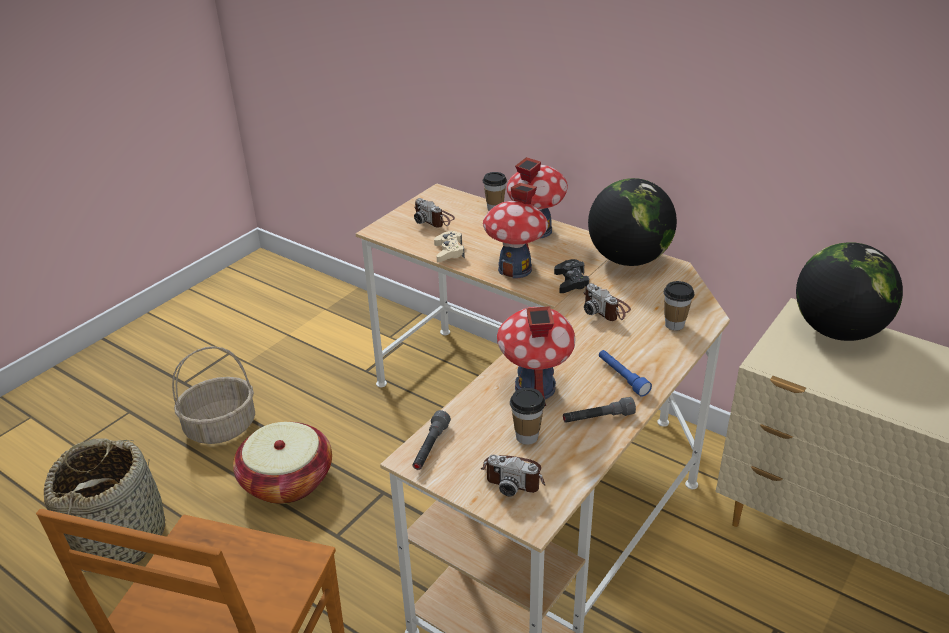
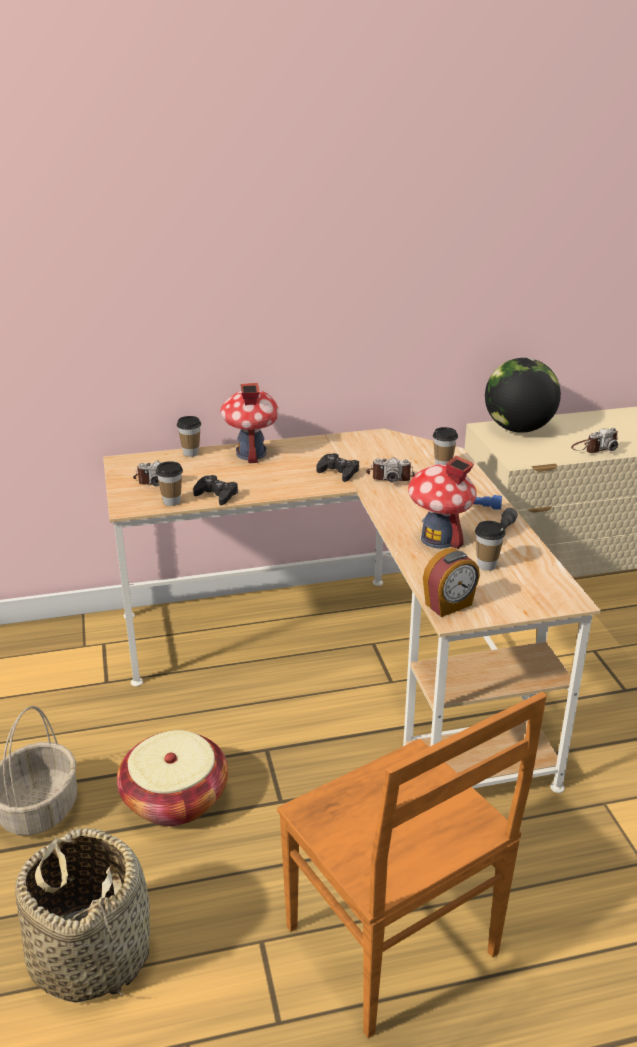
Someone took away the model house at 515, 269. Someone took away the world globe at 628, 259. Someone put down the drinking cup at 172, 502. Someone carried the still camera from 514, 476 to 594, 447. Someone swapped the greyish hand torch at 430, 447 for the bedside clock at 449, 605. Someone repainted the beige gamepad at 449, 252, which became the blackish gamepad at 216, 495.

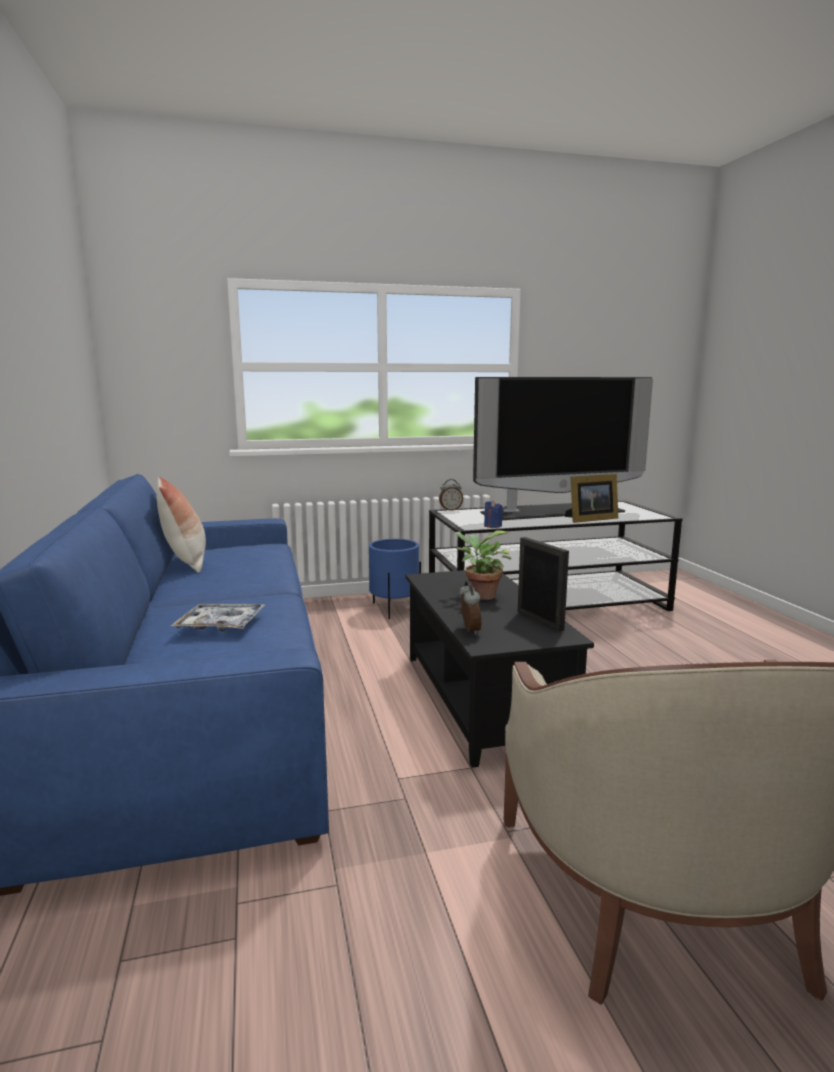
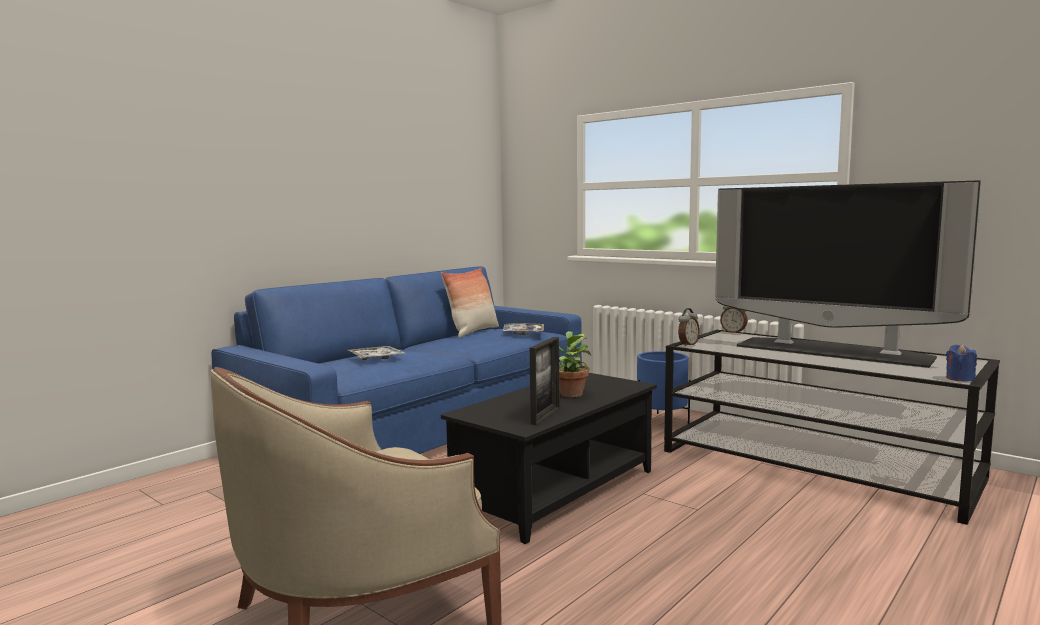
Someone took away the photo frame at 589, 519. Someone put down the carrying tray at 523, 333. Someone carried the bedside clock from 469, 630 to 687, 345. Someone carried the blue-coloured wax light from 492, 526 to 959, 378.

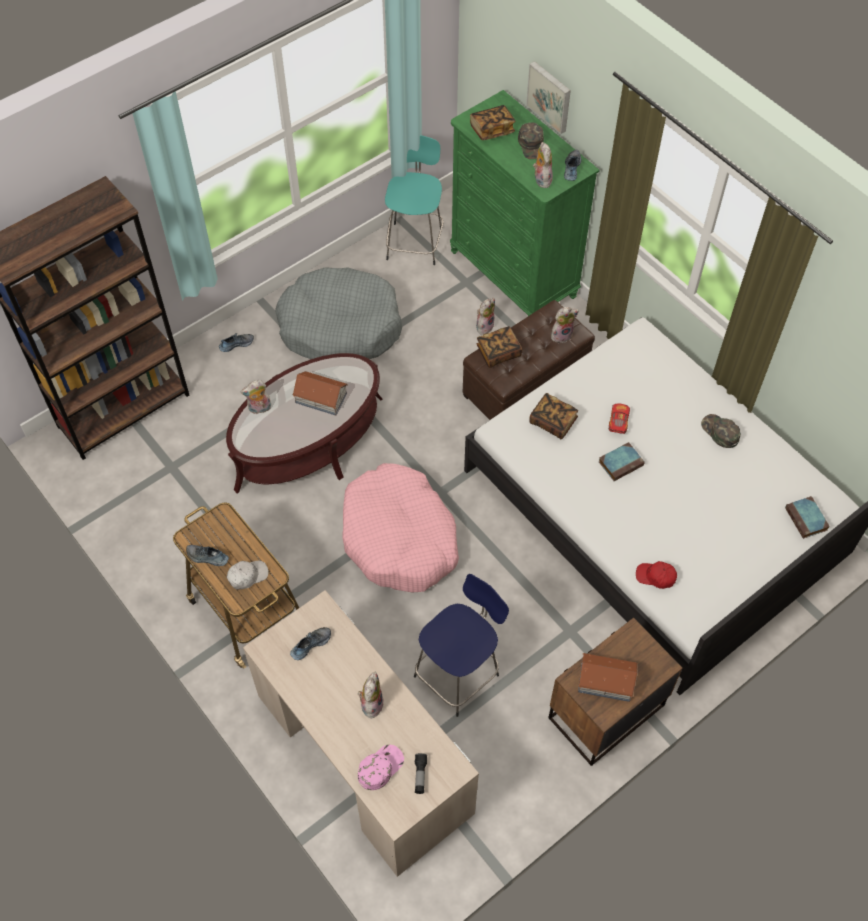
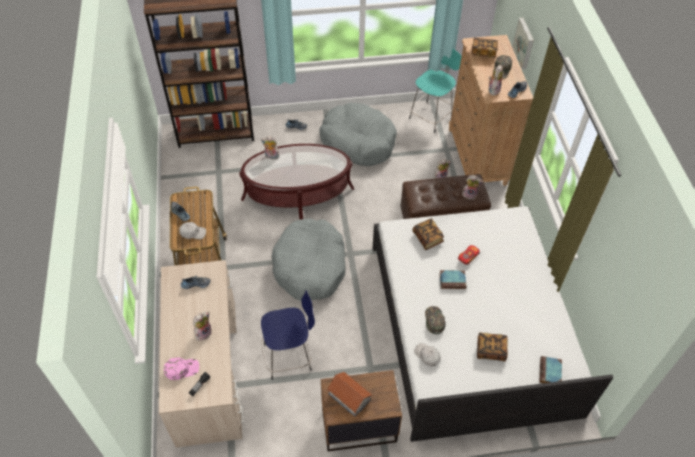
Someone took away the model house at 320, 397. Someone carried the volume from 498, 353 to 490, 350. Someone carried the green peaked cap from 719, 432 to 434, 320. Someone repainted the pink dog cushion at 399, 537, which became the greyish dog cushion at 310, 266. Someone repainted the green chest of drawers at 513, 274, which became the brownish chest of drawers at 477, 157. Someone repainted the reddish peaked cap at 656, 577, which became the whitish peaked cap at 427, 356.

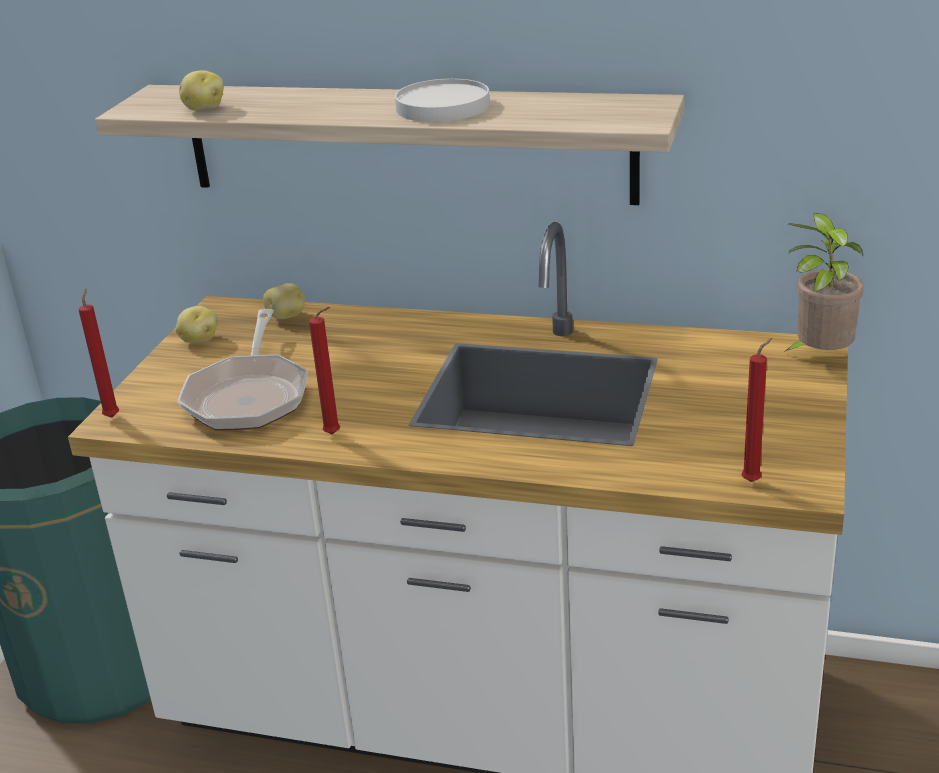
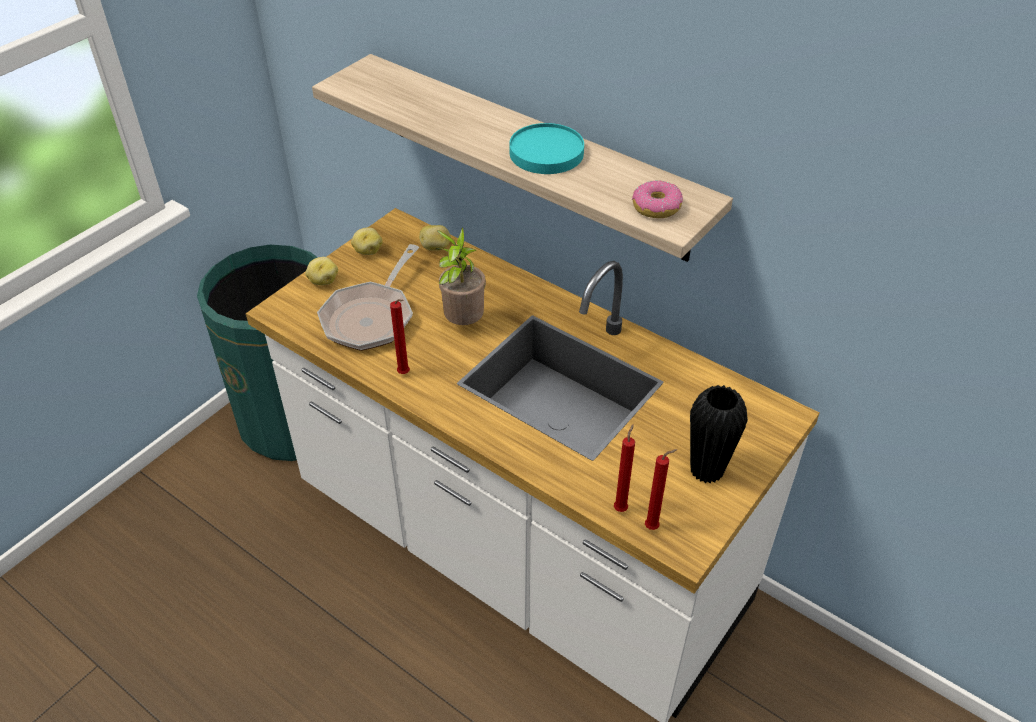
Someone put down the doughnut at 656, 207. Someone put down the blackish decorative vase at 706, 470. Someone carried the reddish wax light from 112, 416 to 621, 507. Someone carried the whole potato from 203, 108 to 323, 281. Someone carried the potted plant from 819, 357 to 462, 323. Someone repainted the whitish plate at 443, 107, which became the turquoise plate at 546, 153.

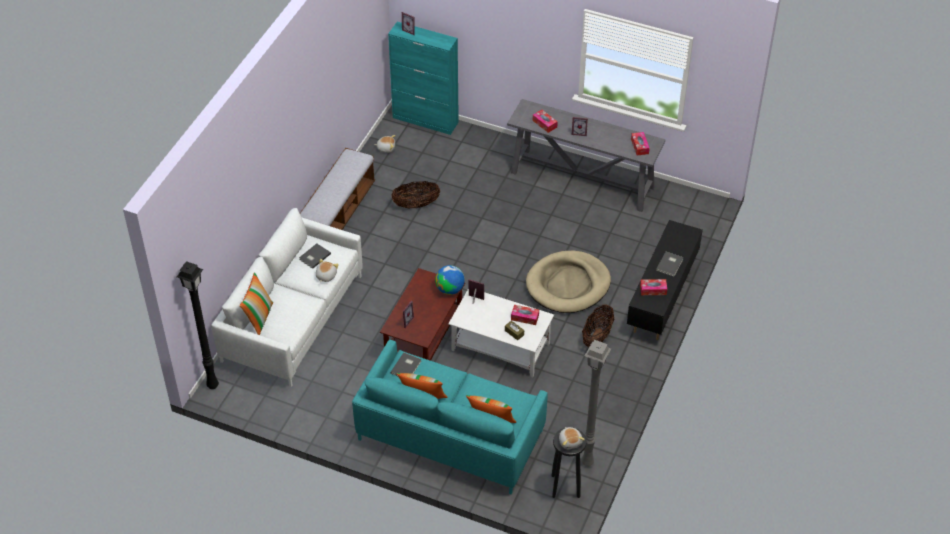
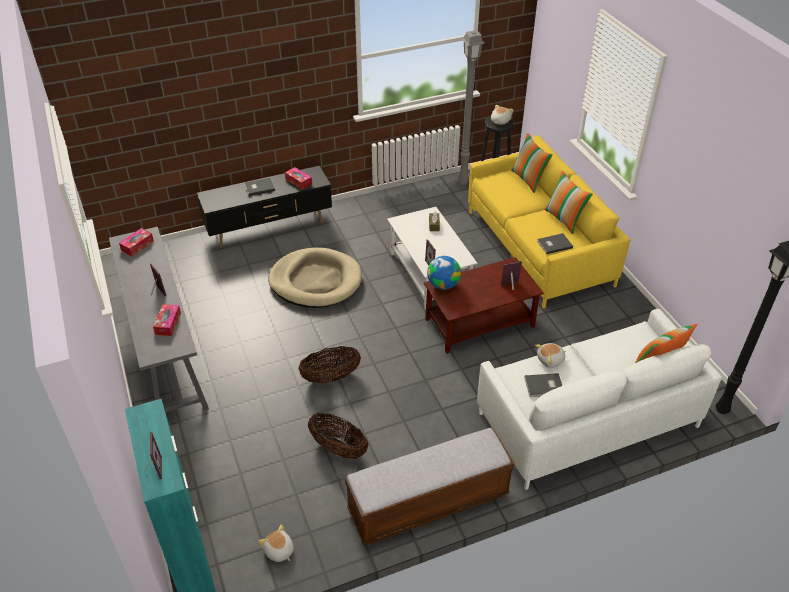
Someone took away the tissue box at 525, 317. Someone carried the household basket from 597, 336 to 331, 377. Someone repainted the turquoise settee at 450, 435, which became the yellow settee at 538, 248.

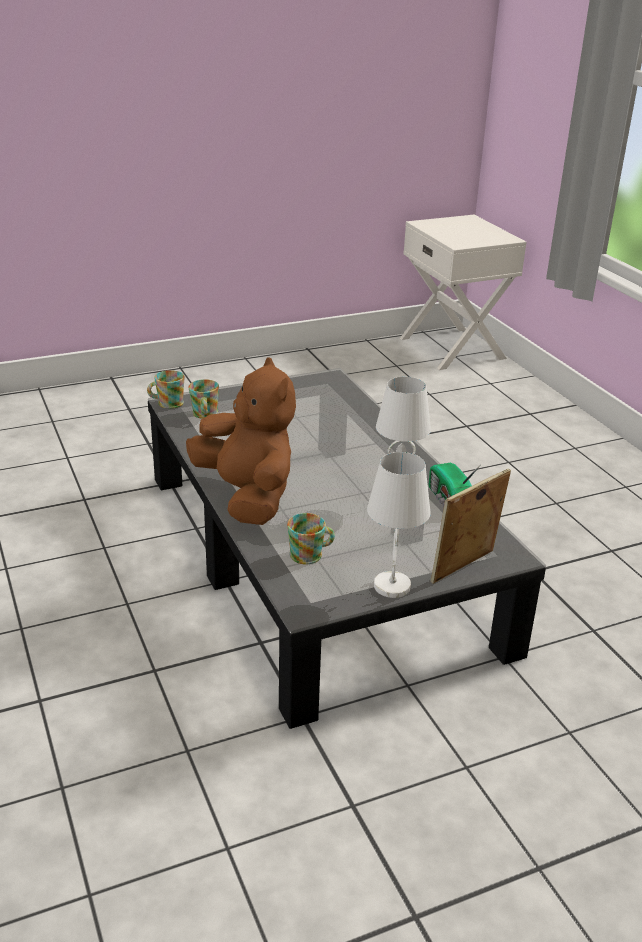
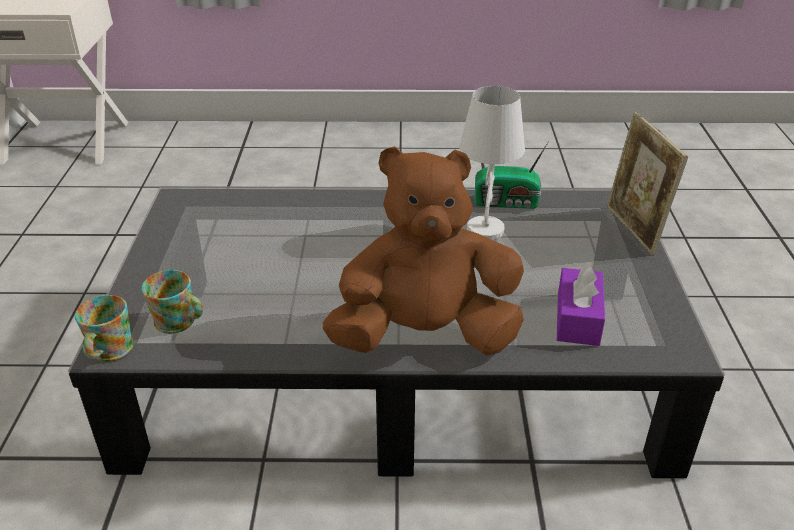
Someone took away the whitish tabletop lamp at 391, 585. Someone swapped the tea mug at 310, 555 for the purple tissue box at 577, 318.

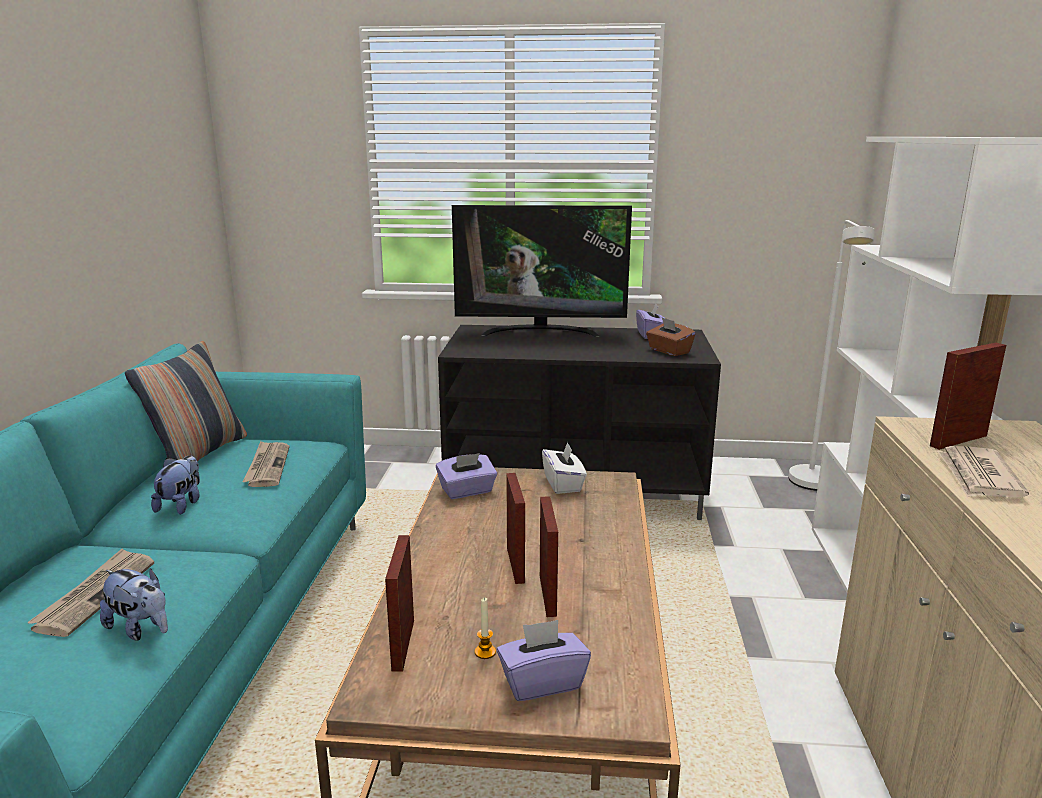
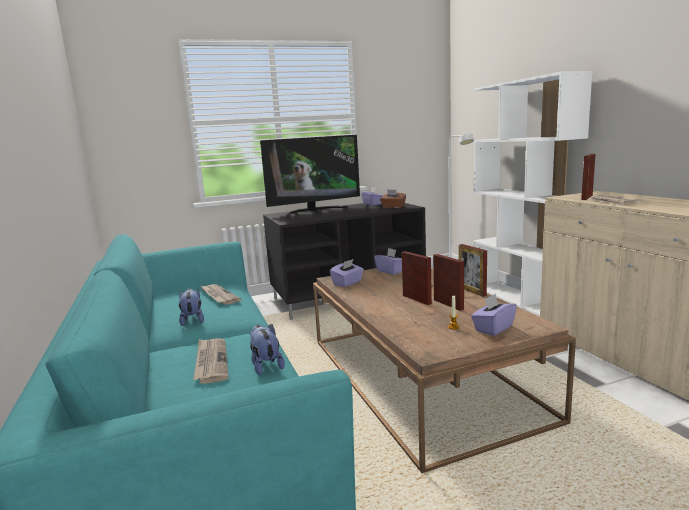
Someone took away the pillow at 199, 455. Someone carried the photo frame from 403, 645 to 472, 291. Someone repainted the whitish tissue box at 563, 484, which became the purple tissue box at 390, 271. Someone rotated the soft toy at 141, 629 by 120 degrees counterclockwise.

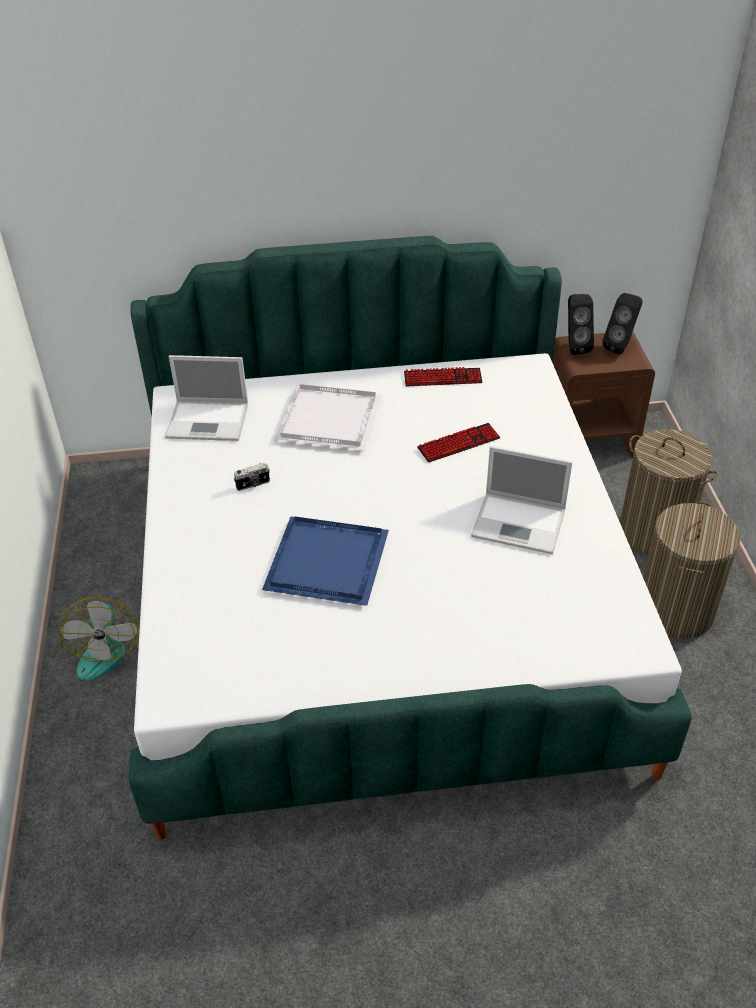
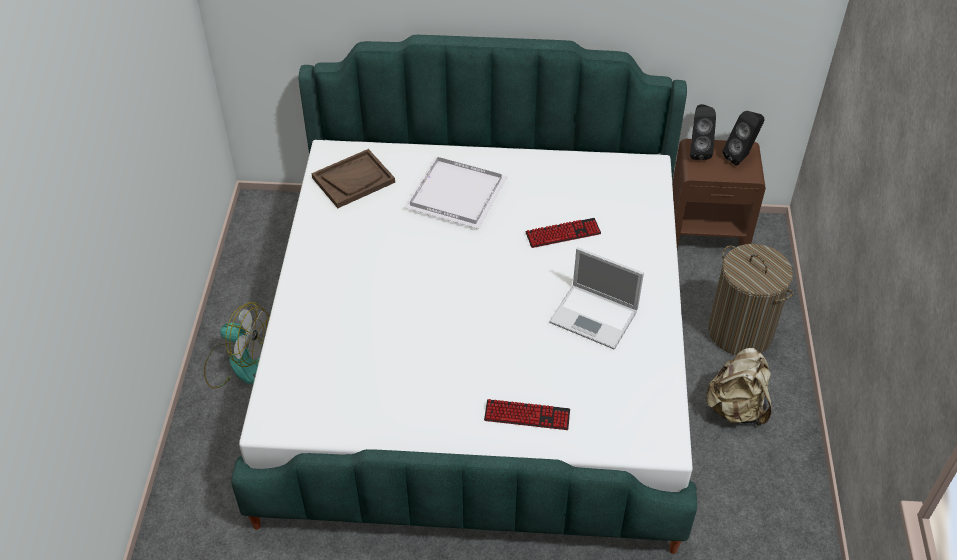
Someone took away the still camera at 253, 485. Someone took away the blue-coloured carrying tray at 329, 561. Someone carried the computer keyboard from 442, 378 to 527, 415. Someone swapped the notebook computer at 209, 421 for the brownish carrying tray at 353, 180. Someone swapped the hamper at 675, 610 for the beige backpack at 736, 408. Someone rotated the electric fan at 103, 649 by 75 degrees counterclockwise.

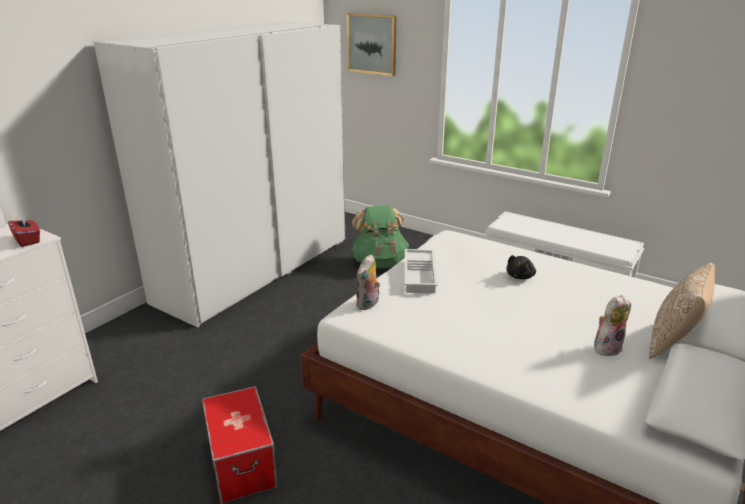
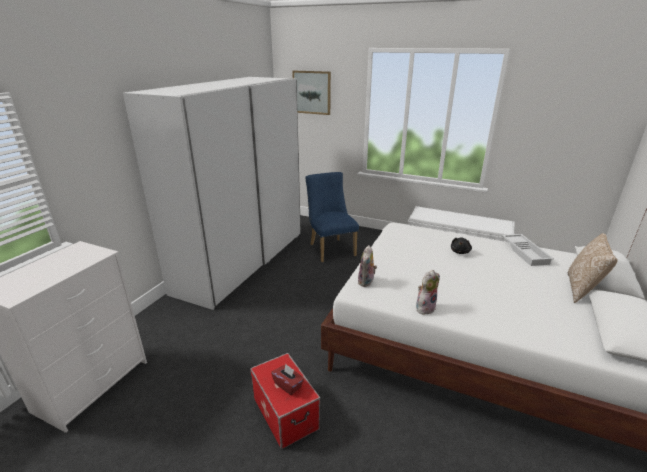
Someone carried the reddish tissue box from 28, 240 to 288, 385. Someone carried the whitish carrying tray from 421, 275 to 525, 252. Someone carried the soft toy from 606, 347 to 425, 307. Someone swapped the green backpack at 380, 262 for the blue-coloured chair at 330, 248.

